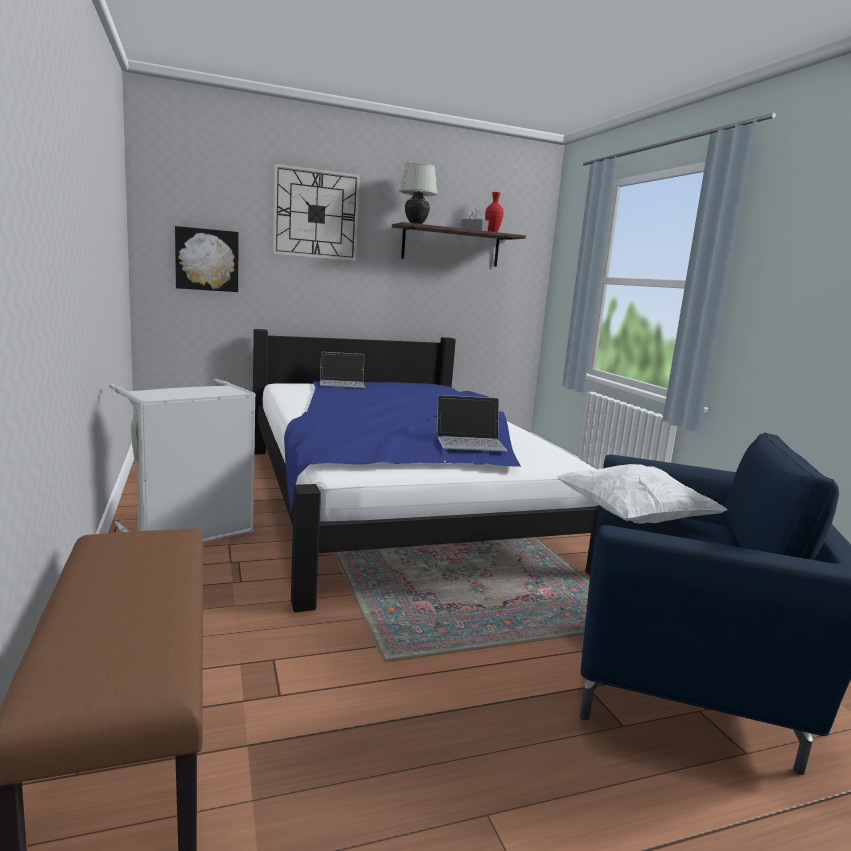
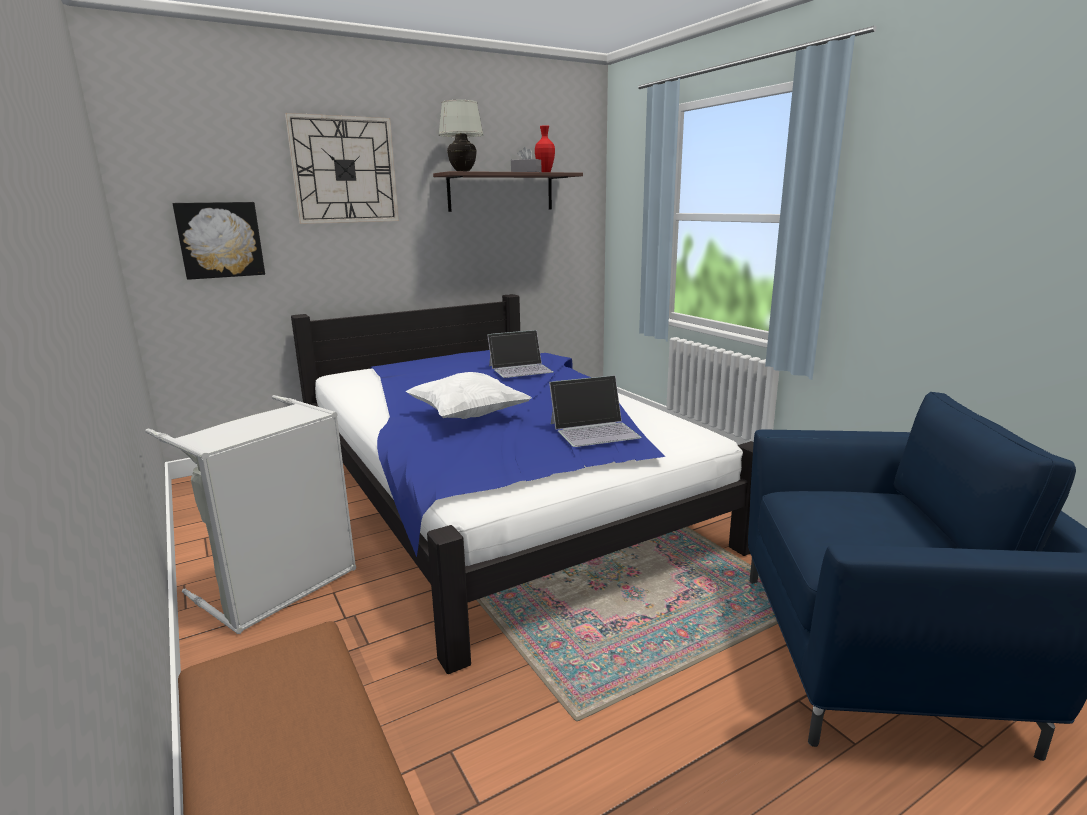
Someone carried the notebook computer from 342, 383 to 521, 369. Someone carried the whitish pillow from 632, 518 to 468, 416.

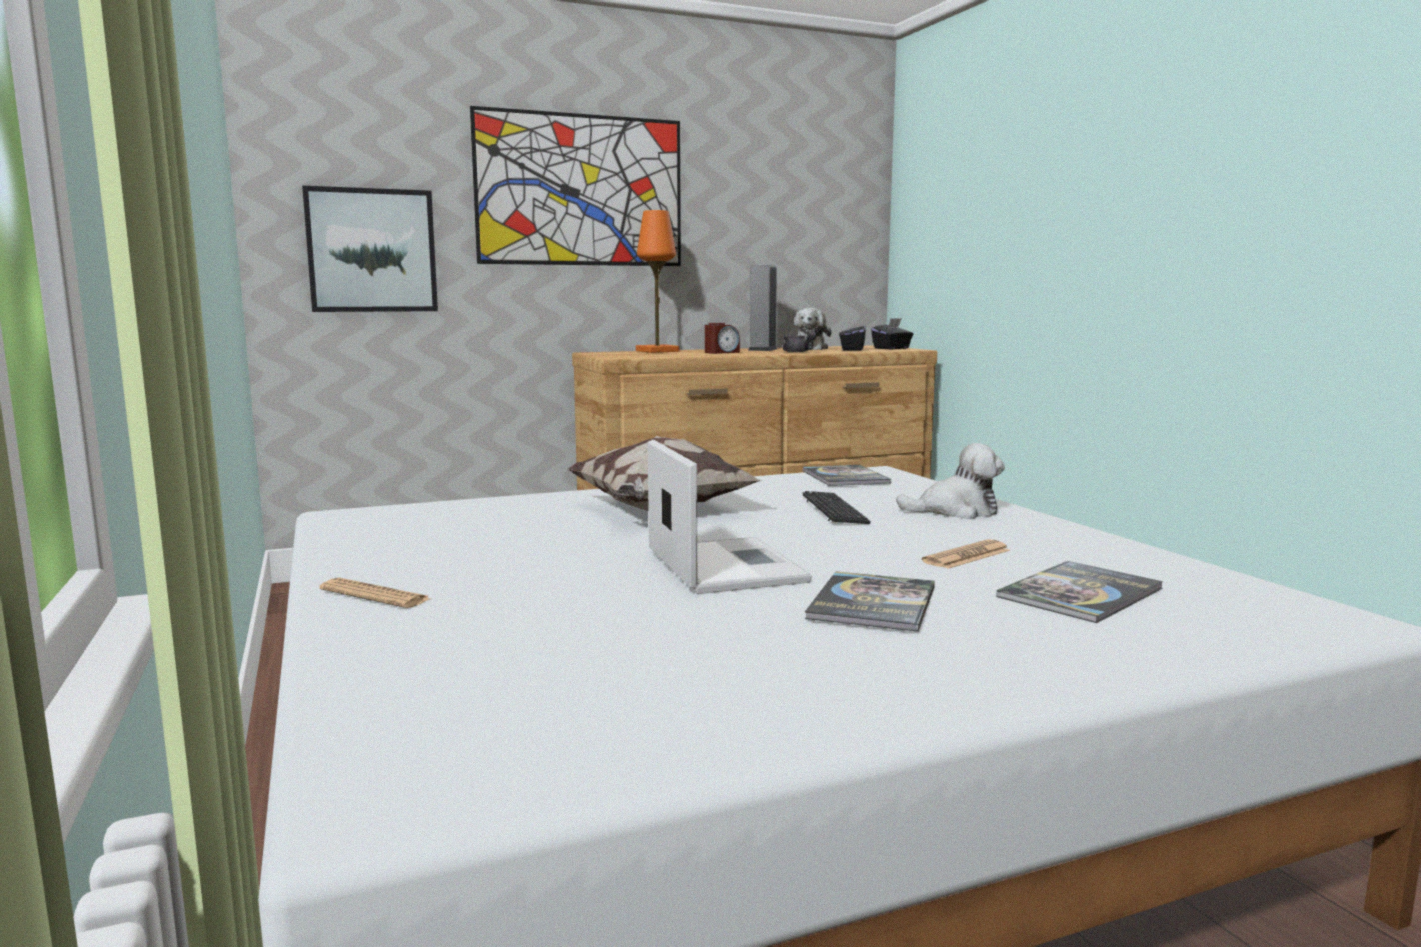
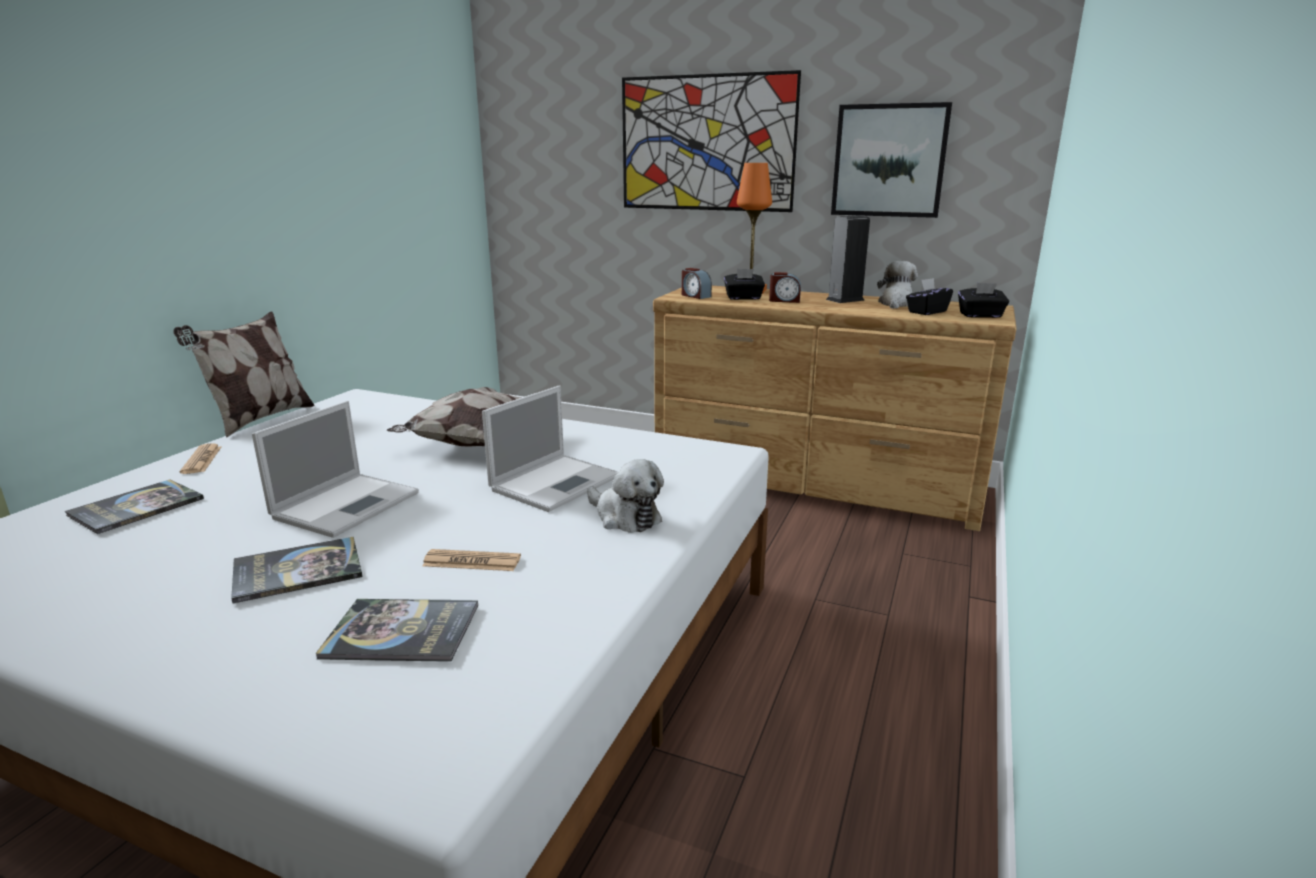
Someone took away the greyish tea pot at 798, 352. Someone put down the pillow at 259, 419. Someone put down the bedside clock at 695, 296. Someone put down the blackish tissue box at 743, 298. Someone carried the wall picture from 372, 250 to 889, 161. Someone carried the volume from 845, 477 to 136, 507. Someone swapped the computer keyboard at 834, 510 for the notebook computer at 556, 482. Someone rotated the soft toy at 809, 348 by 150 degrees clockwise.

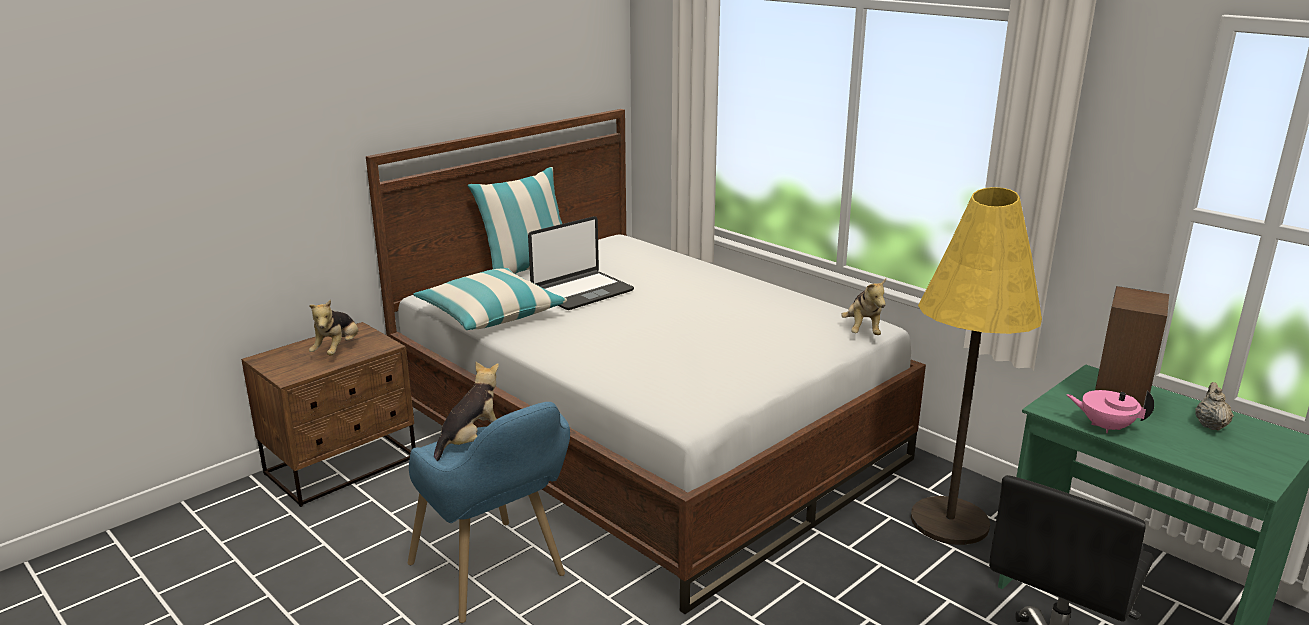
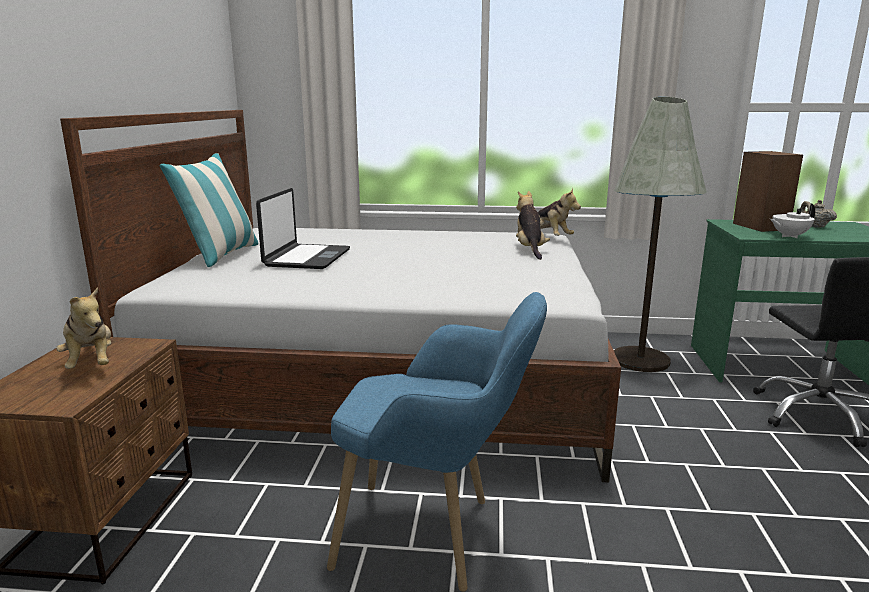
Someone took away the pillow at 490, 314. Someone carried the soft toy from 471, 442 to 529, 250. Someone repainted the yellow standard lamp at 949, 521, which became the greyish standard lamp at 640, 360. Someone repainted the pink tea pot at 1105, 426, which became the whitish tea pot at 789, 236.

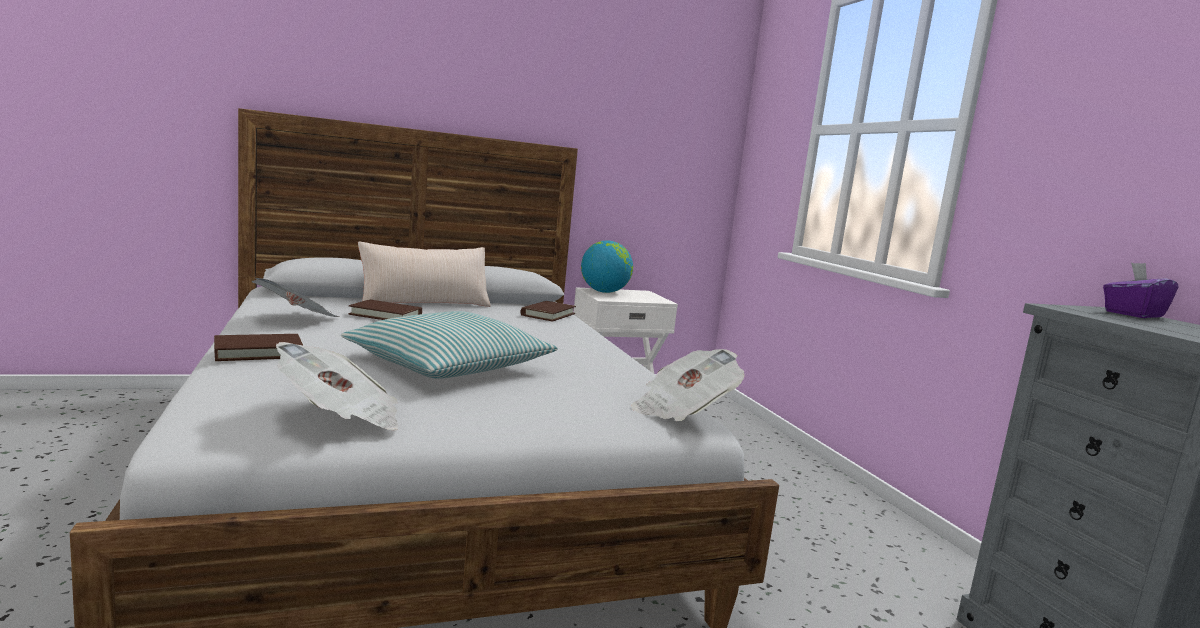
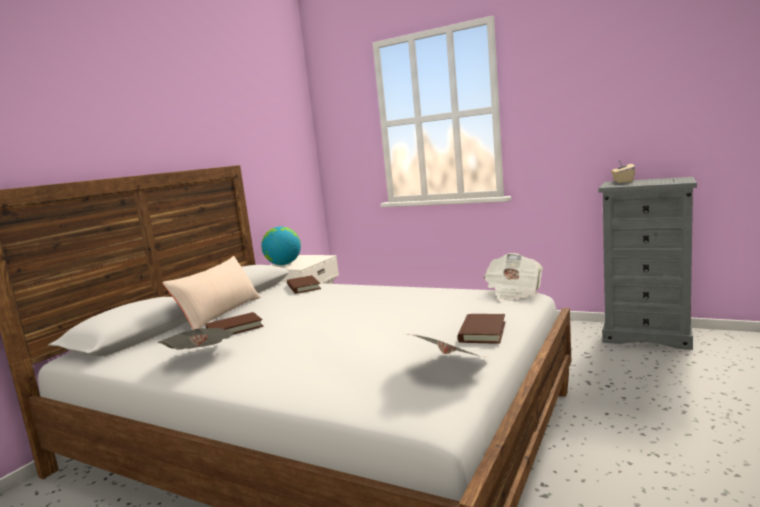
Someone took away the pillow at 448, 365. Someone carried the brownish volume from 258, 352 to 482, 332. Someone repainted the purple tissue box at 1133, 314, which became the beige tissue box at 622, 182.

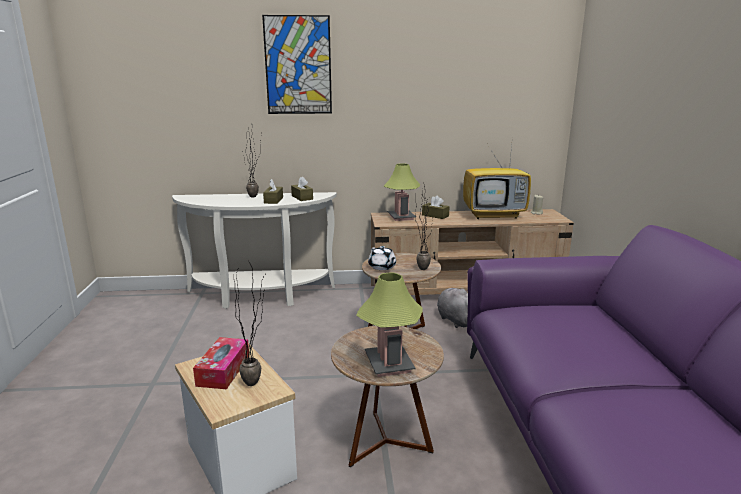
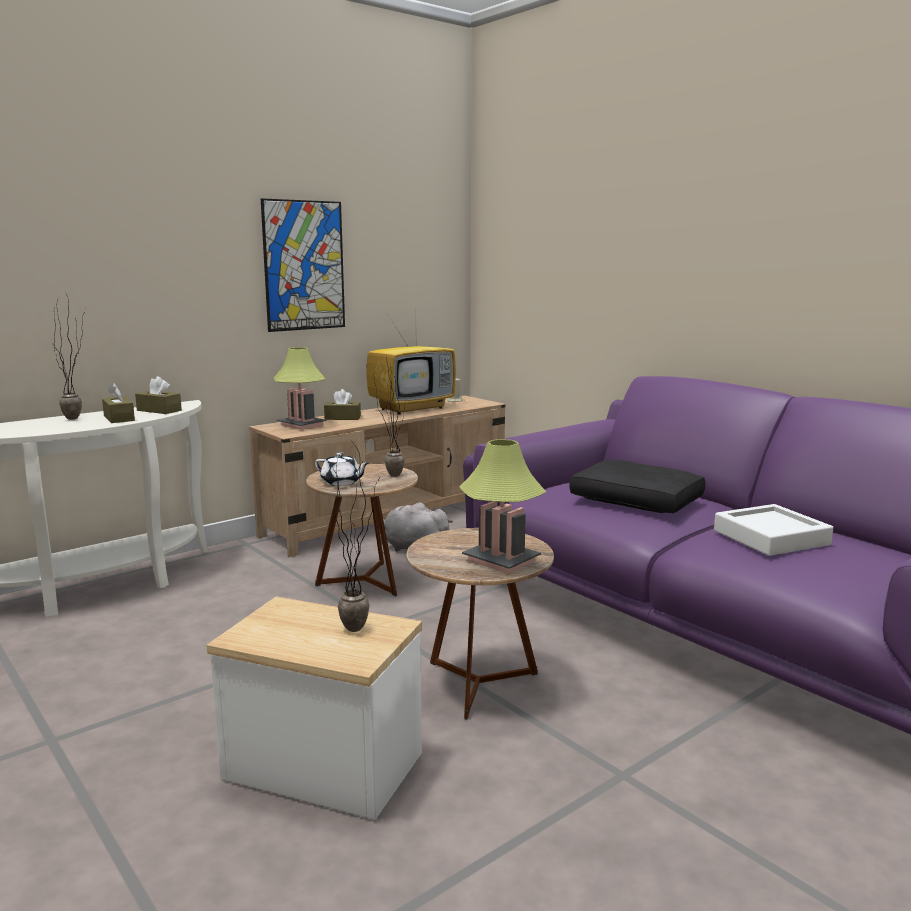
Someone took away the tissue box at 223, 370. Someone put down the blackish pillow at 638, 500. Someone put down the whitish carrying tray at 771, 537. Someone carried the wall picture from 298, 65 to 304, 265.

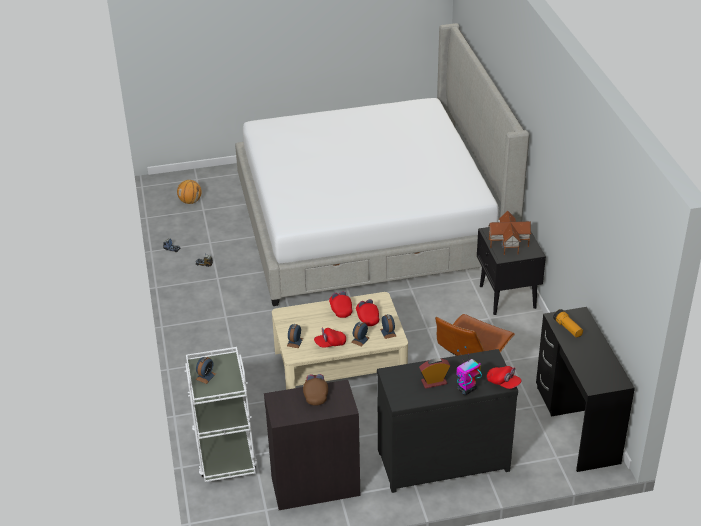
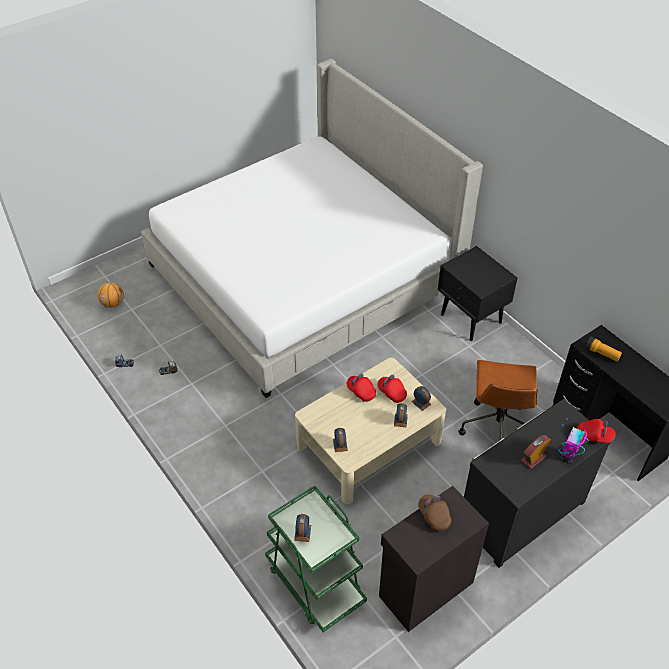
Someone took away the reddish peaked cap at 330, 344. Someone took away the model house at 509, 242. Someone repainted the whitish wheeled cart at 224, 450, which became the green wheeled cart at 315, 582.

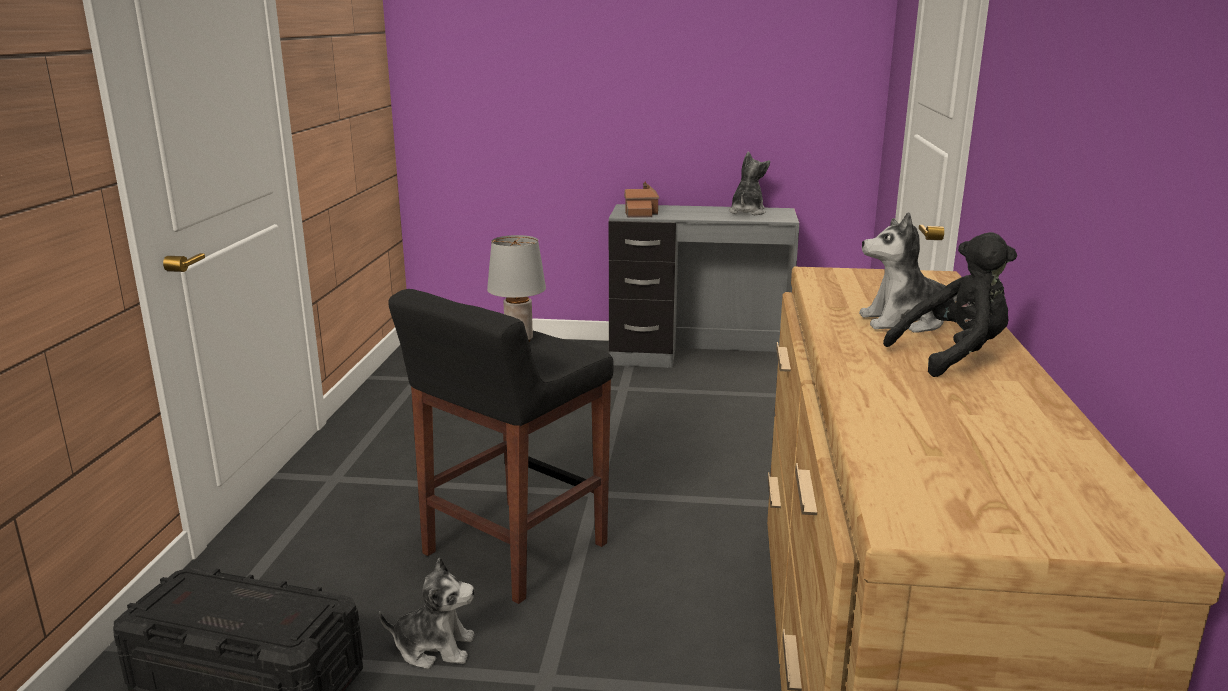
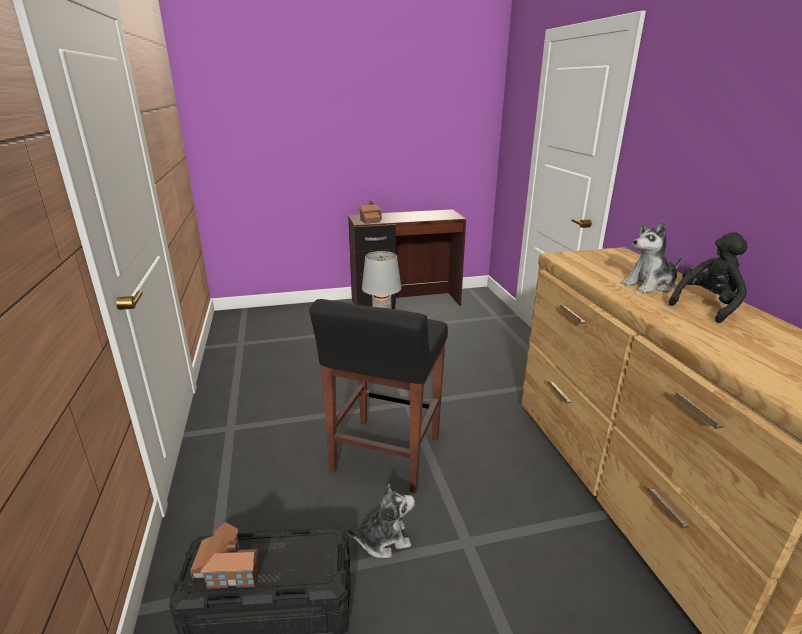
Someone took away the soft toy at 747, 212. Someone put down the model house at 227, 567. Someone repainted the greyish desk unit at 699, 359, which became the brownish desk unit at 406, 303.

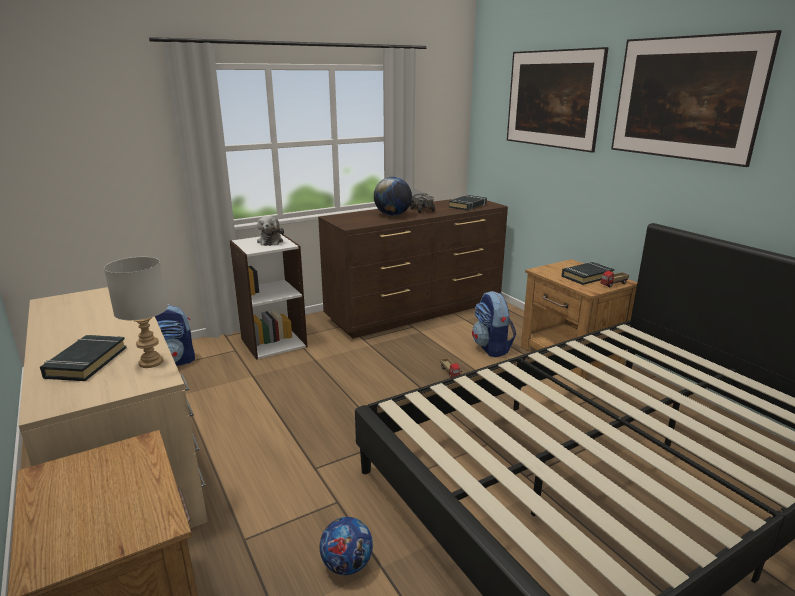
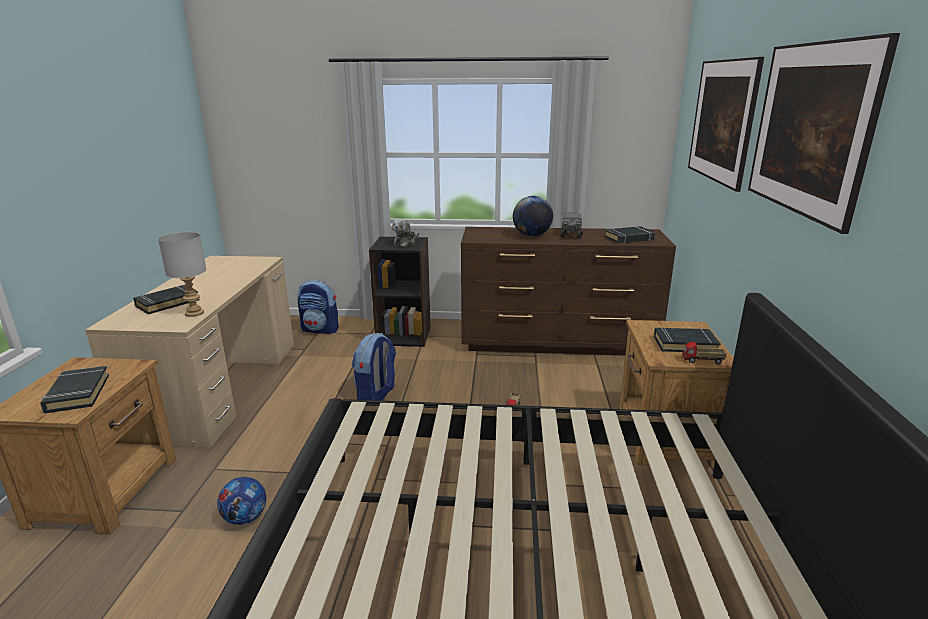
Someone put down the blackish volume at 77, 393. Someone carried the backpack from 492, 348 to 376, 395. Someone repainted the whitish shelving unit at 273, 342, which became the blackish shelving unit at 404, 335.

